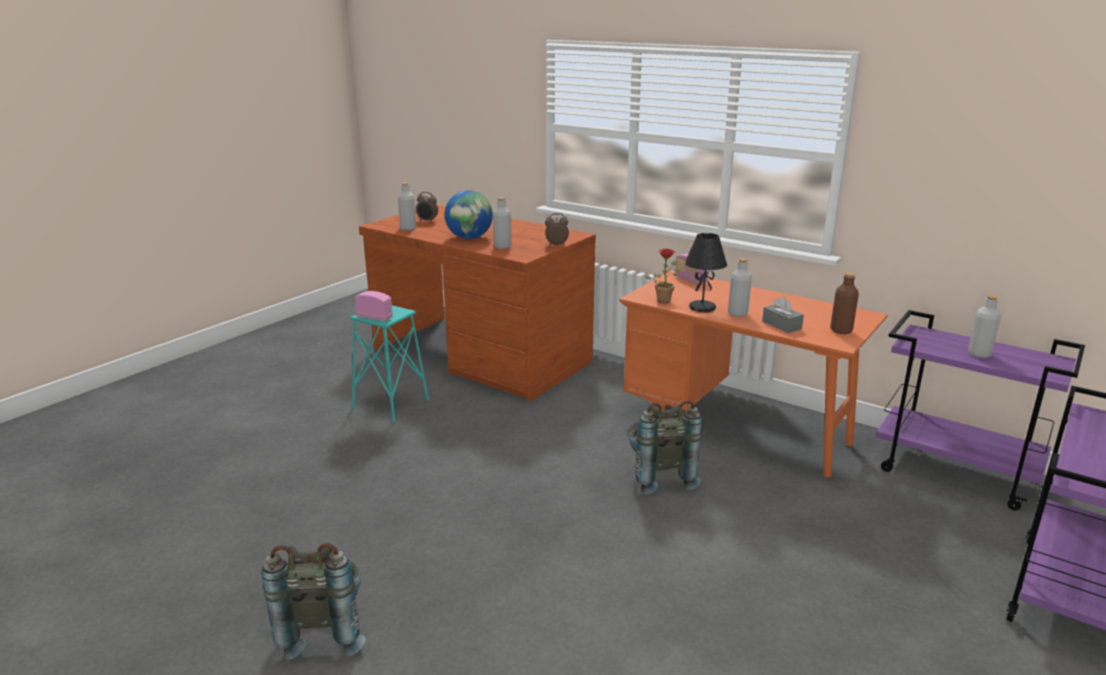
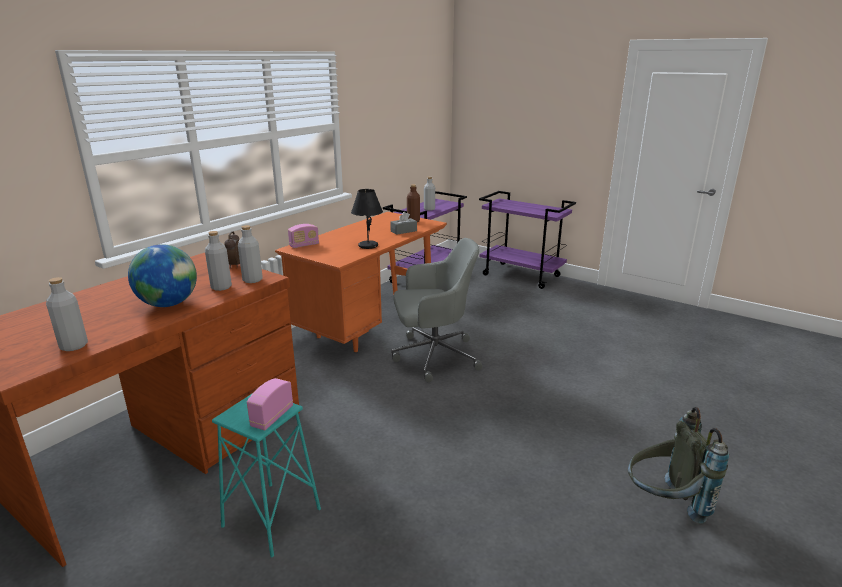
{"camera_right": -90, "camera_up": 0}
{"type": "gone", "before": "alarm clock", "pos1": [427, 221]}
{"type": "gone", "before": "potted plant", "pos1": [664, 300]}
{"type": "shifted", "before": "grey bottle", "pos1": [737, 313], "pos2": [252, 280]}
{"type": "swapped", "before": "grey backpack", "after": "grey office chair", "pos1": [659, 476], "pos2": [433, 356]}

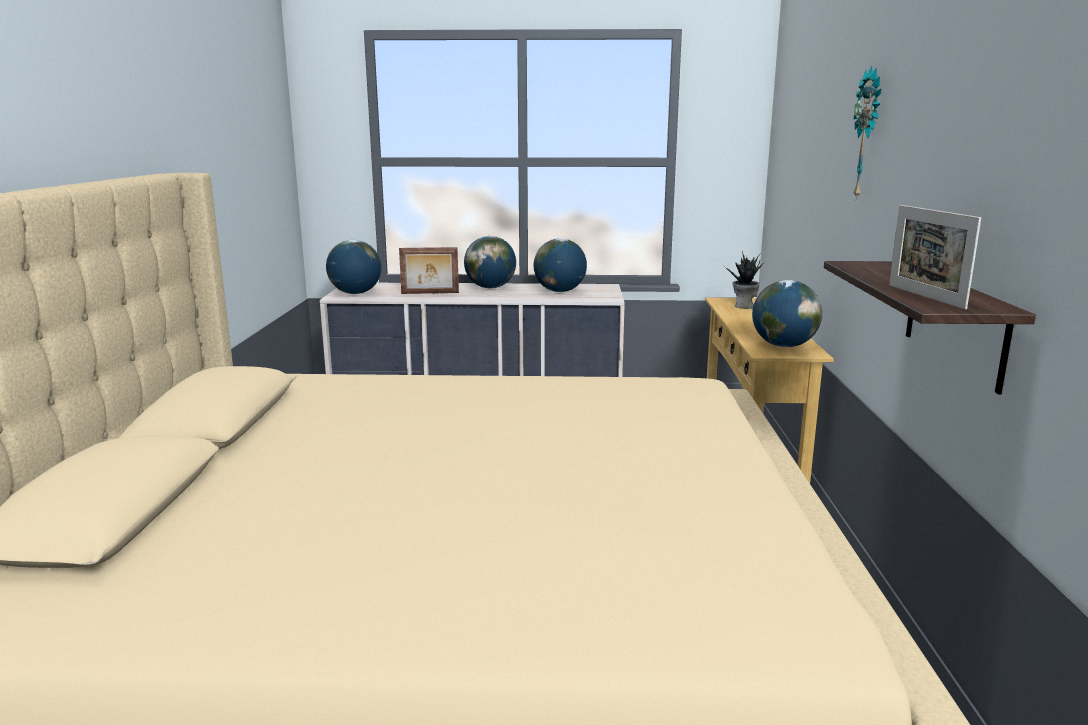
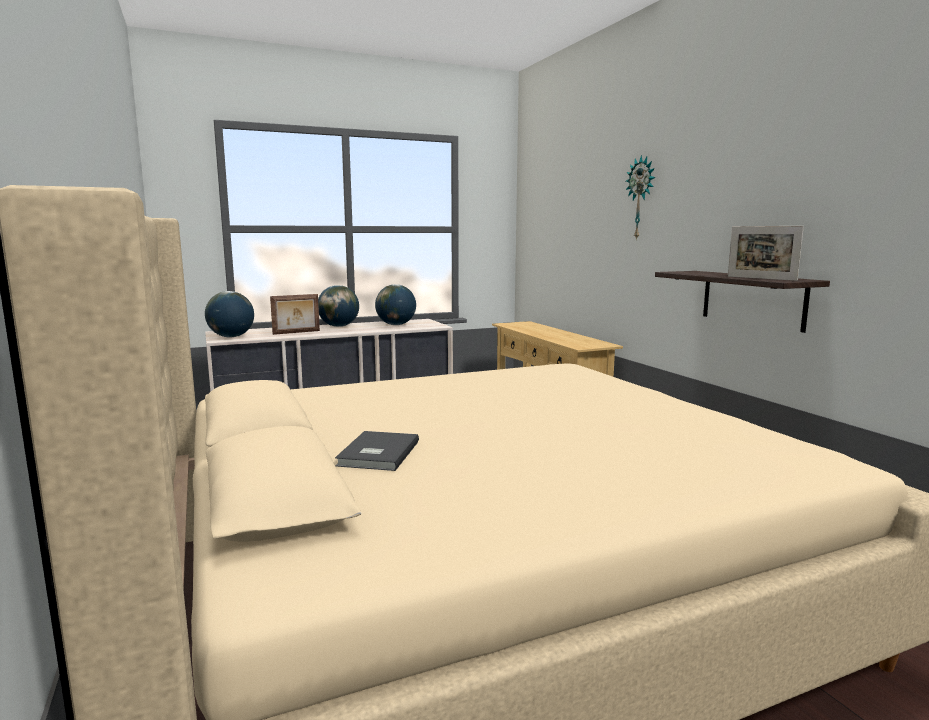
{"camera_right": -25, "camera_up": -5}
{"type": "gone", "before": "potted plant", "pos1": [744, 306]}
{"type": "gone", "before": "globe", "pos1": [783, 346]}
{"type": "new", "after": "grey book", "pos2": [376, 454]}

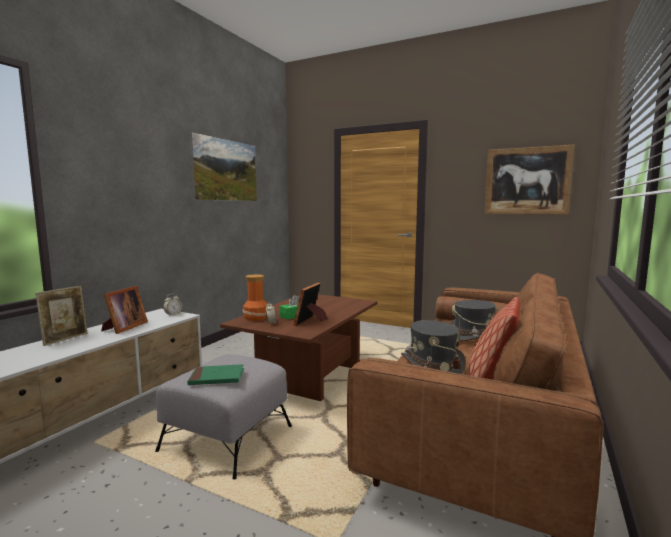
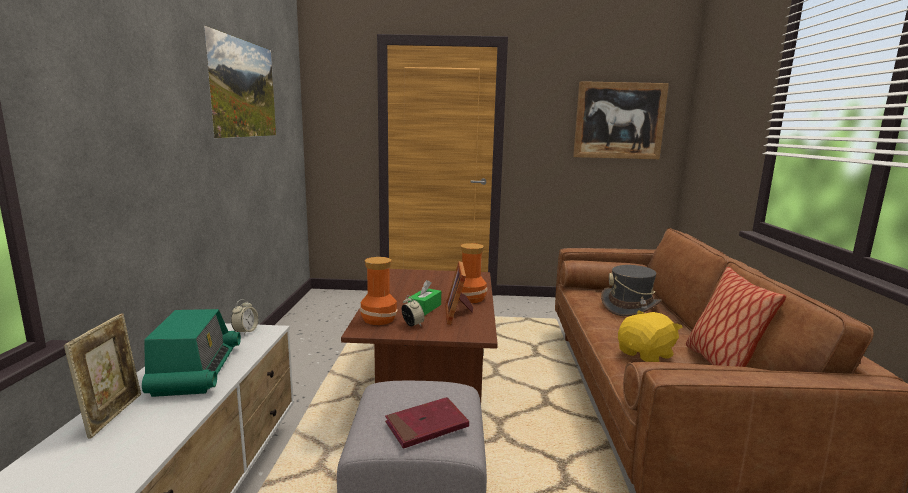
{"camera_right": -25, "camera_up": 5}
{"type": "new", "after": "vase", "pos2": [471, 298]}
{"type": "swapped", "before": "picture frame", "after": "radio", "pos1": [124, 328], "pos2": [196, 371]}
{"type": "swapped", "before": "grey hat", "after": "yellow plush toy", "pos1": [432, 366], "pos2": [646, 355]}
{"type": "repainted", "before": "green book", "after": "red book", "pos1": [217, 377], "pos2": [426, 425]}

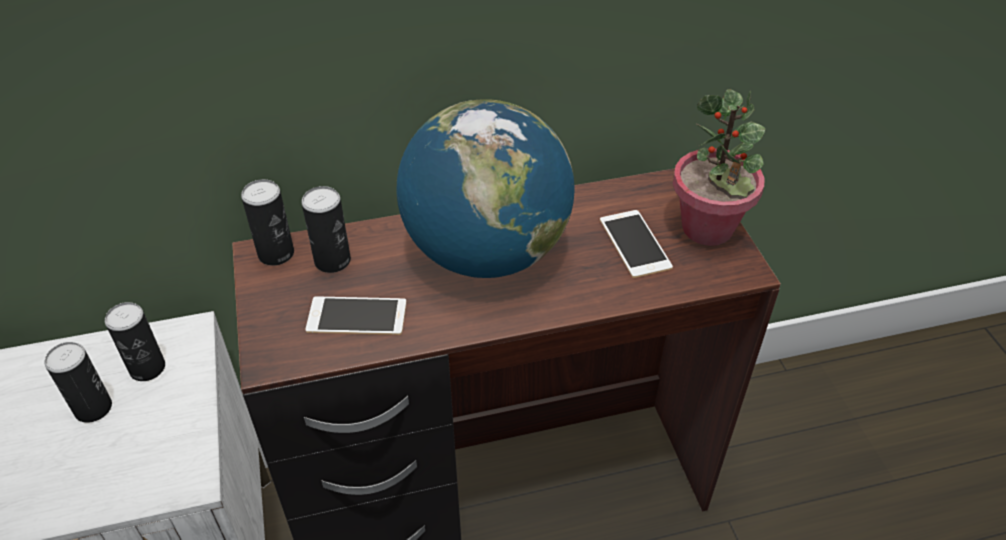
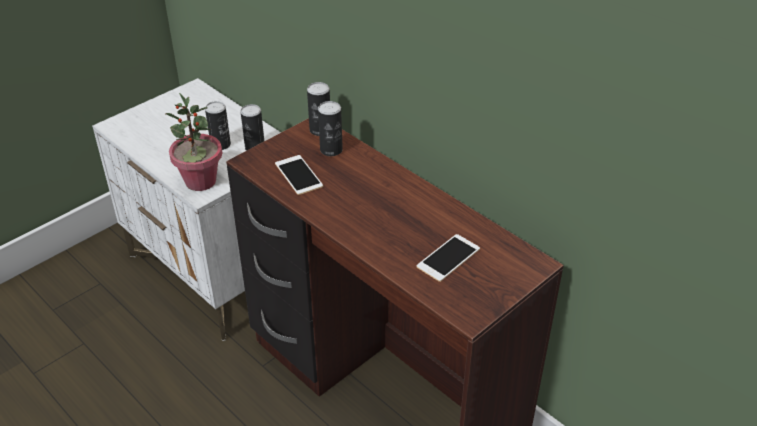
{"camera_right": 60, "camera_up": -5}
{"type": "gone", "before": "globe", "pos1": [486, 253]}
{"type": "shifted", "before": "potted plant", "pos1": [708, 228], "pos2": [200, 181]}

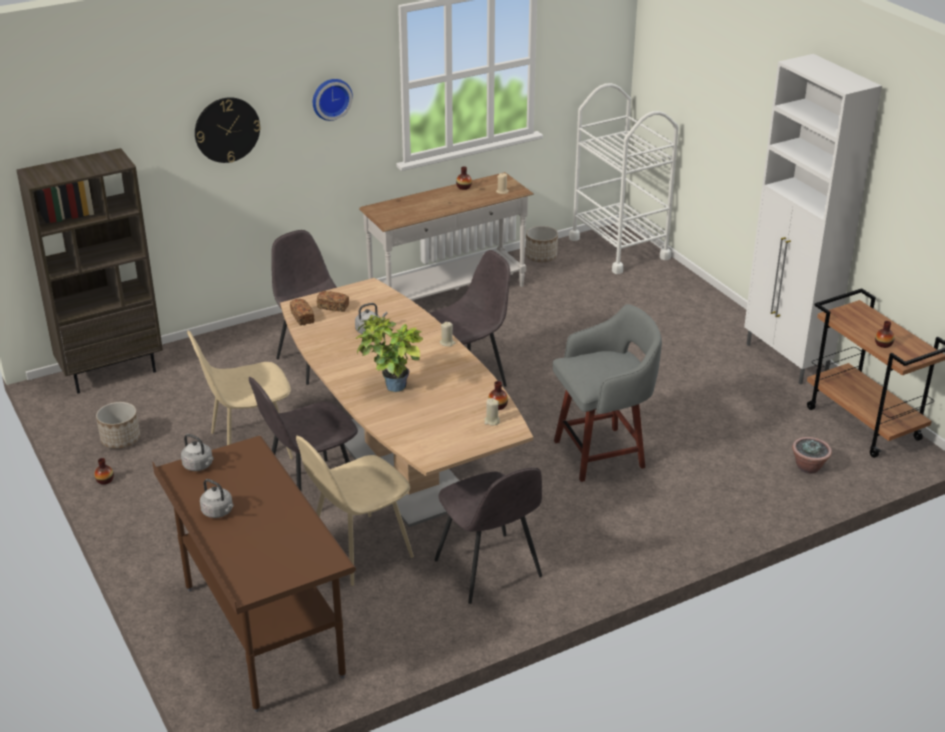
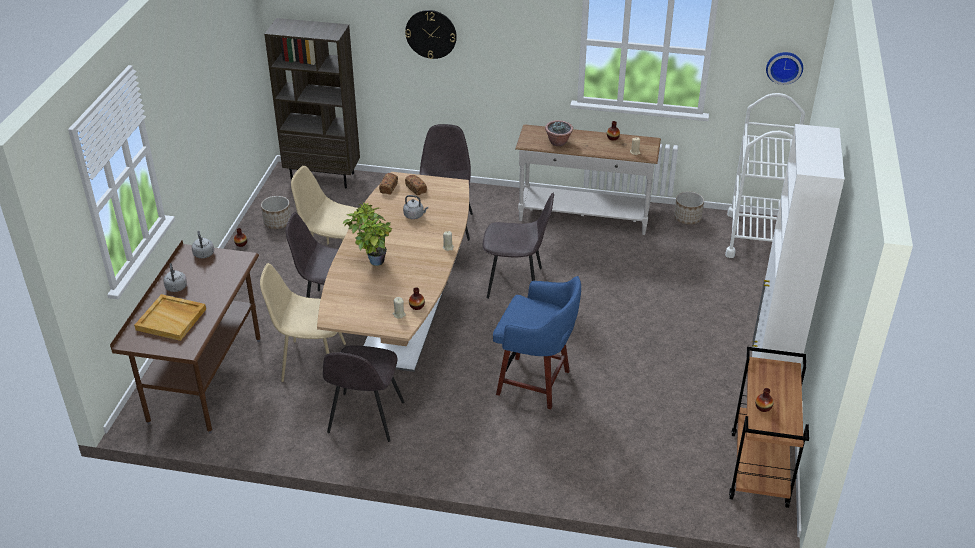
{"camera_right": 40, "camera_up": 5}
{"type": "new", "after": "beige tray", "pos2": [172, 319]}
{"type": "shifted", "before": "wall clock", "pos1": [331, 98], "pos2": [784, 67]}
{"type": "shifted", "before": "potted plant", "pos1": [808, 467], "pos2": [558, 142]}
{"type": "repainted", "before": "grey stool", "after": "blue stool", "pos1": [602, 453], "pos2": [536, 383]}

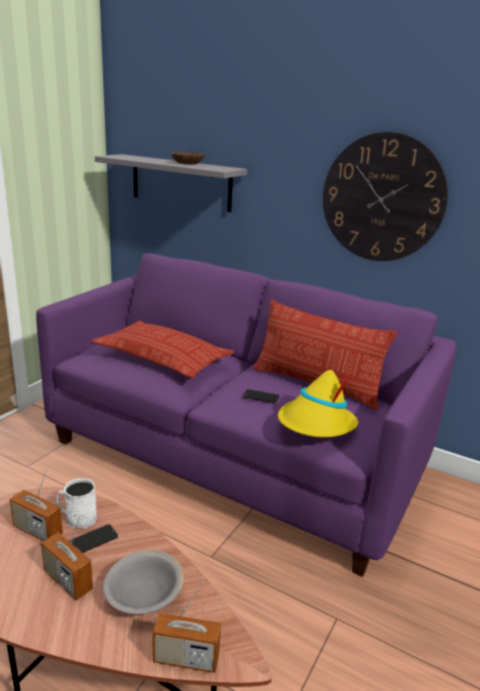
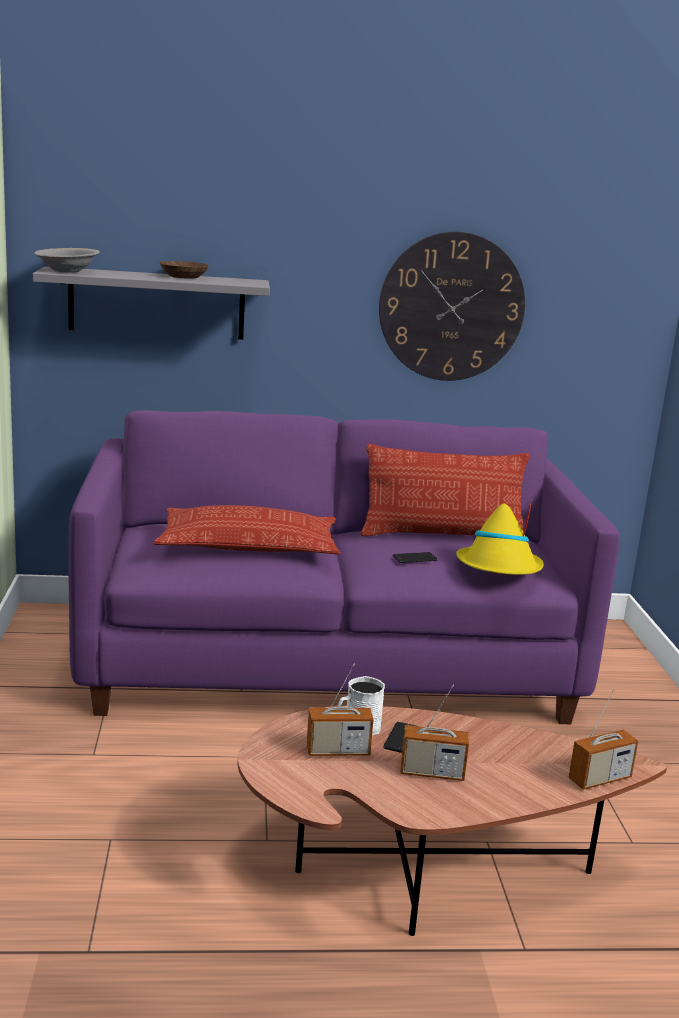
{"camera_right": -35, "camera_up": -5}
{"type": "shifted", "before": "grey bowl", "pos1": [144, 597], "pos2": [67, 271]}

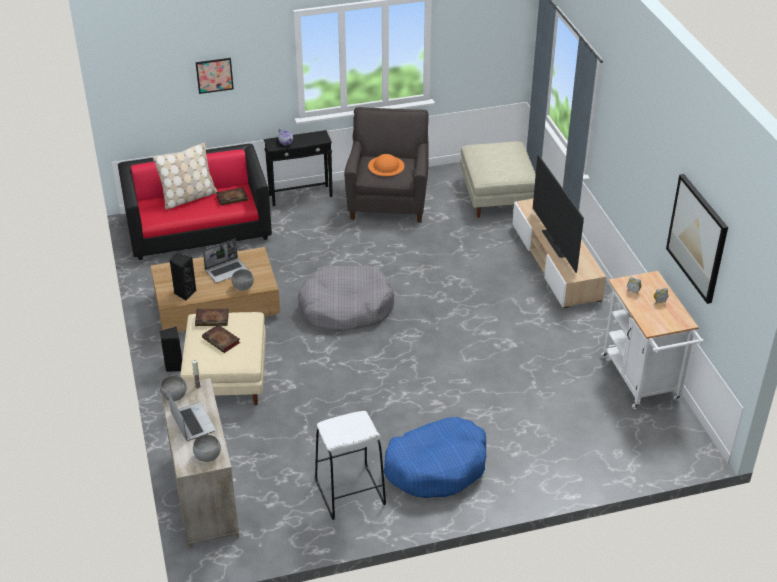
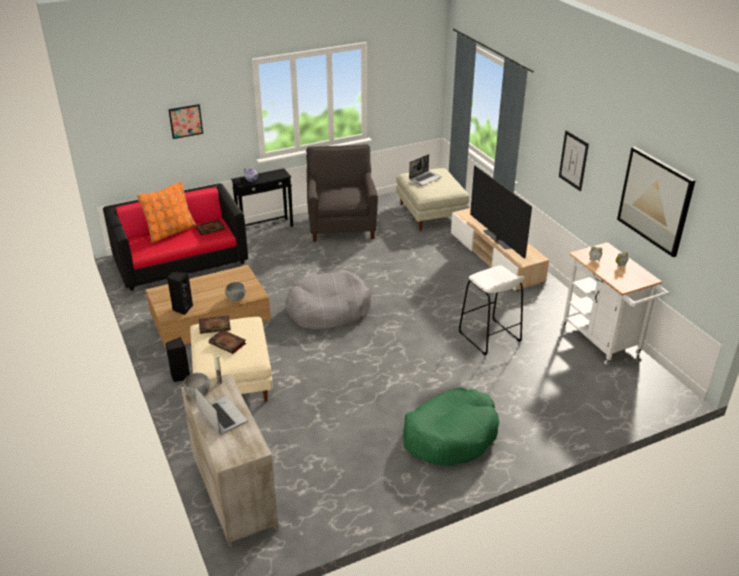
{"camera_right": -10, "camera_up": -5}
{"type": "gone", "before": "grey bowl", "pos1": [207, 456]}
{"type": "gone", "before": "orange hat", "pos1": [386, 166]}
{"type": "new", "after": "picture", "pos2": [573, 160]}
{"type": "shifted", "before": "laptop", "pos1": [227, 270], "pos2": [425, 178]}
{"type": "shifted", "before": "white stool", "pos1": [350, 493], "pos2": [489, 337]}
{"type": "repainted", "before": "beige pillow", "after": "orange pillow", "pos1": [188, 198], "pos2": [170, 232]}
{"type": "repainted", "before": "blue dog bed", "after": "green dog bed", "pos1": [437, 466], "pos2": [450, 435]}

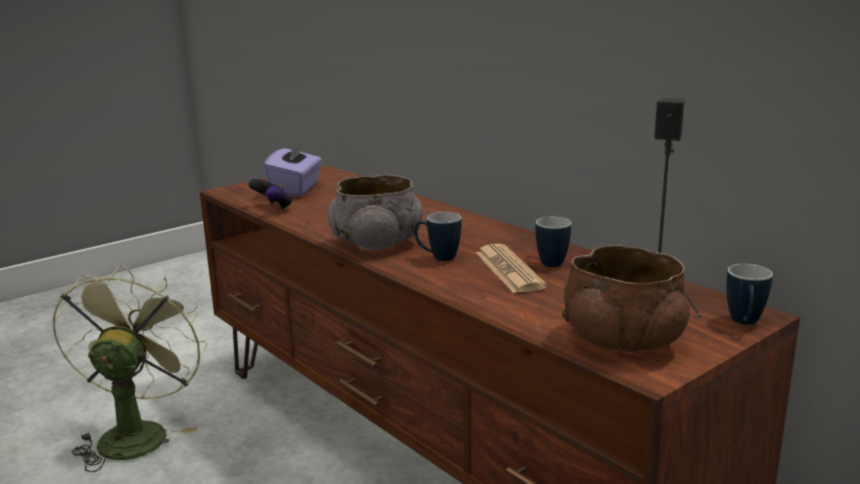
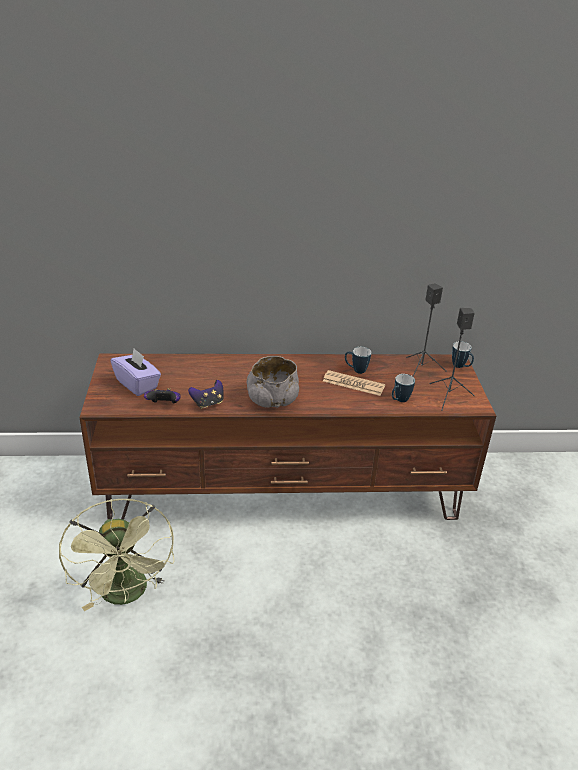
{"camera_right": -55, "camera_up": 15}
{"type": "new", "after": "game controller", "pos2": [208, 403]}
{"type": "shifted", "before": "mug", "pos1": [438, 257], "pos2": [399, 400]}
{"type": "swapped", "before": "brown bowl", "after": "black speaker", "pos1": [623, 340], "pos2": [448, 396]}
{"type": "rotated", "before": "green fan", "pos1": [136, 433], "pos2": [127, 595], "turn": -150}

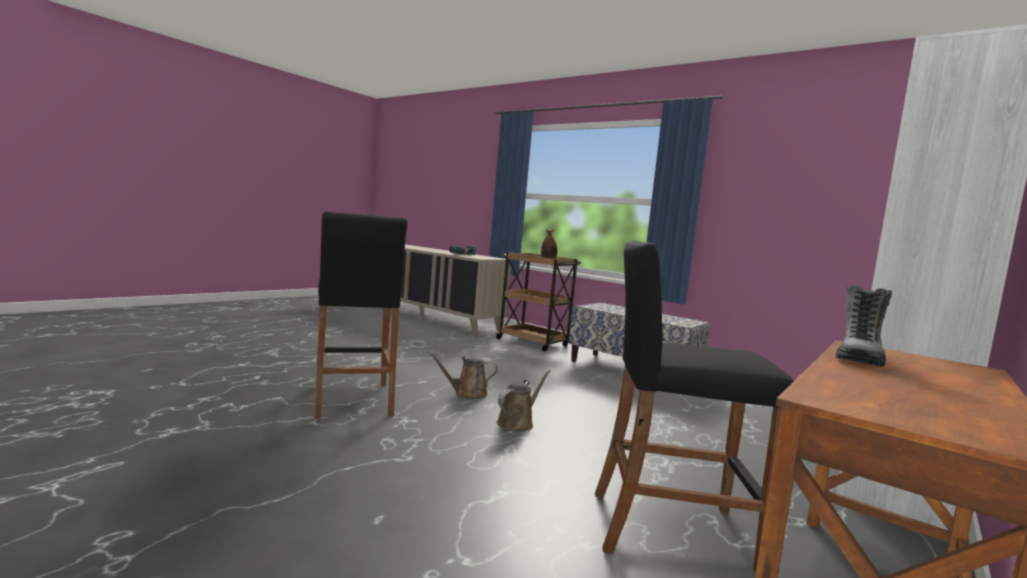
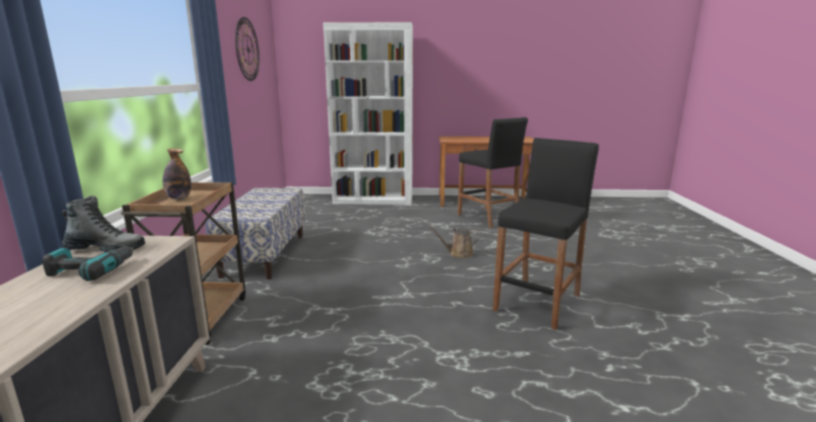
{"camera_right": -125, "camera_up": 10}
{"type": "gone", "before": "brown watering can", "pos1": [467, 394]}
{"type": "new", "after": "wall clock", "pos2": [247, 49]}
{"type": "shifted", "before": "boot", "pos1": [859, 358], "pos2": [106, 249]}

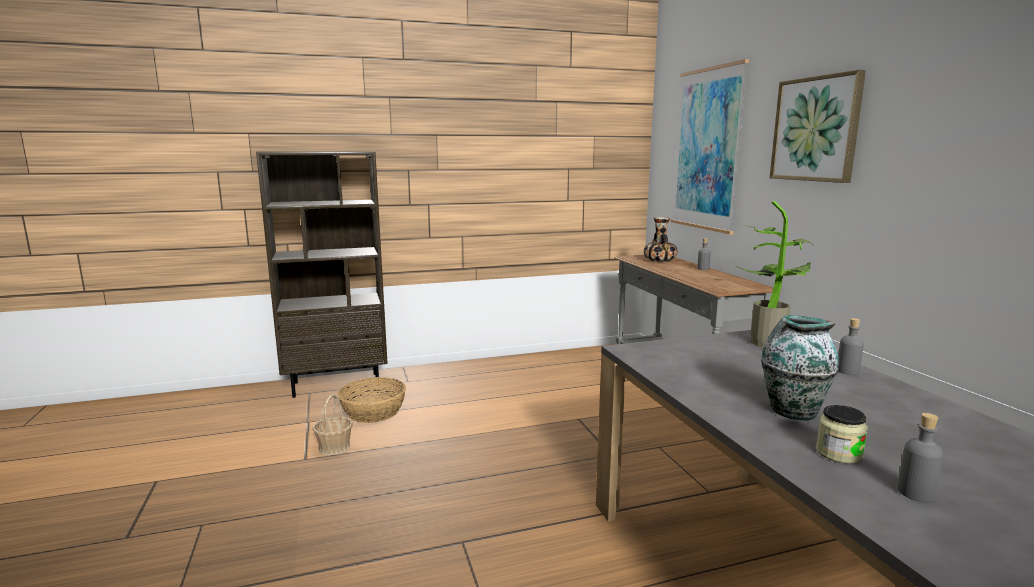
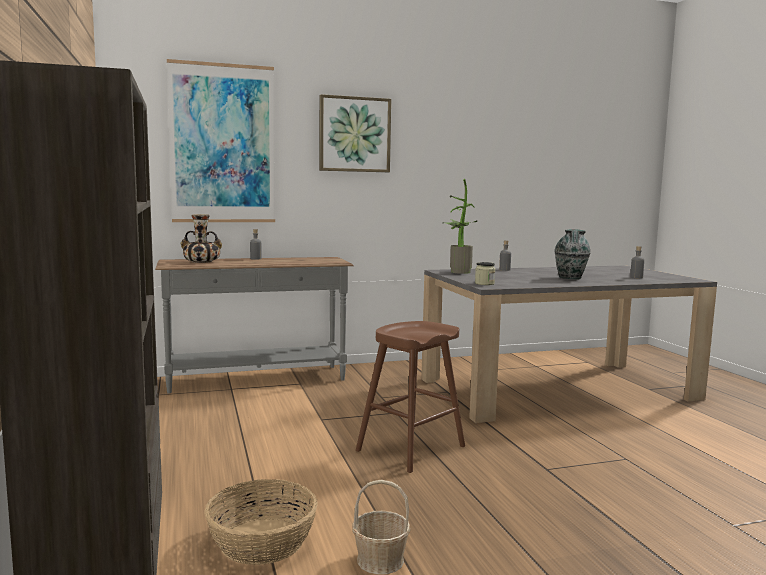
{"camera_right": -90, "camera_up": -5}
{"type": "new", "after": "brown stool", "pos2": [410, 448]}
{"type": "shifted", "before": "jar", "pos1": [838, 453], "pos2": [484, 283]}

